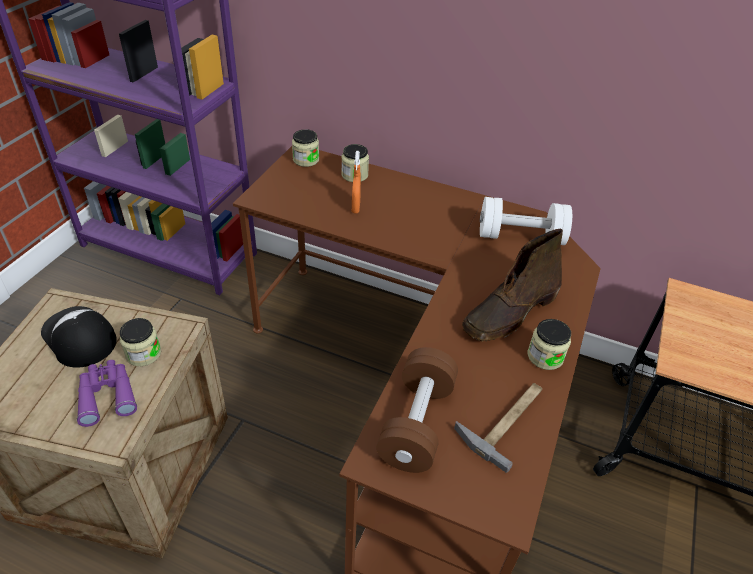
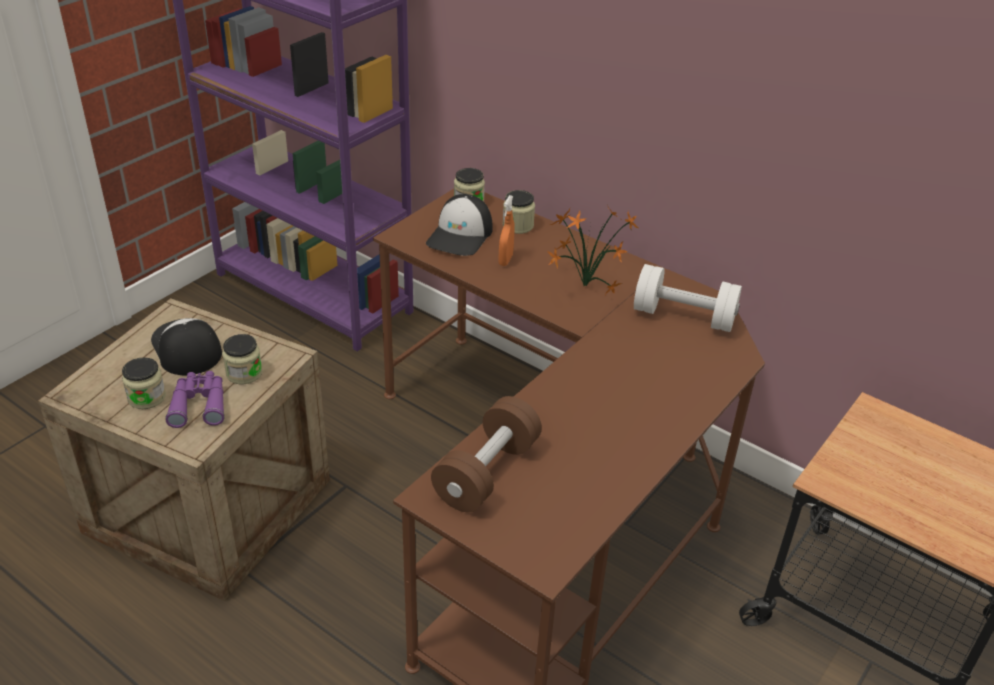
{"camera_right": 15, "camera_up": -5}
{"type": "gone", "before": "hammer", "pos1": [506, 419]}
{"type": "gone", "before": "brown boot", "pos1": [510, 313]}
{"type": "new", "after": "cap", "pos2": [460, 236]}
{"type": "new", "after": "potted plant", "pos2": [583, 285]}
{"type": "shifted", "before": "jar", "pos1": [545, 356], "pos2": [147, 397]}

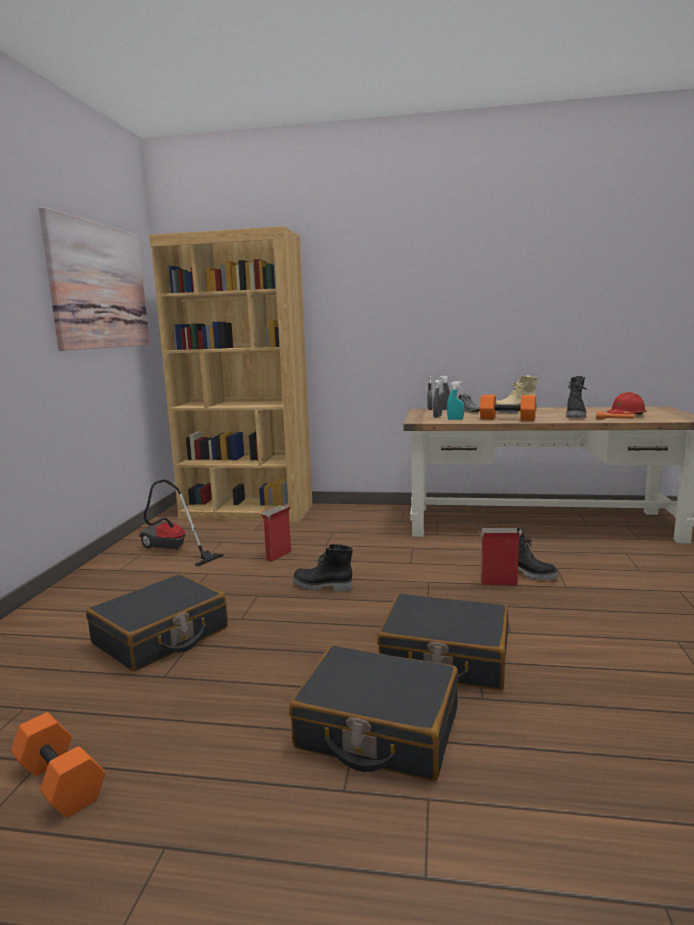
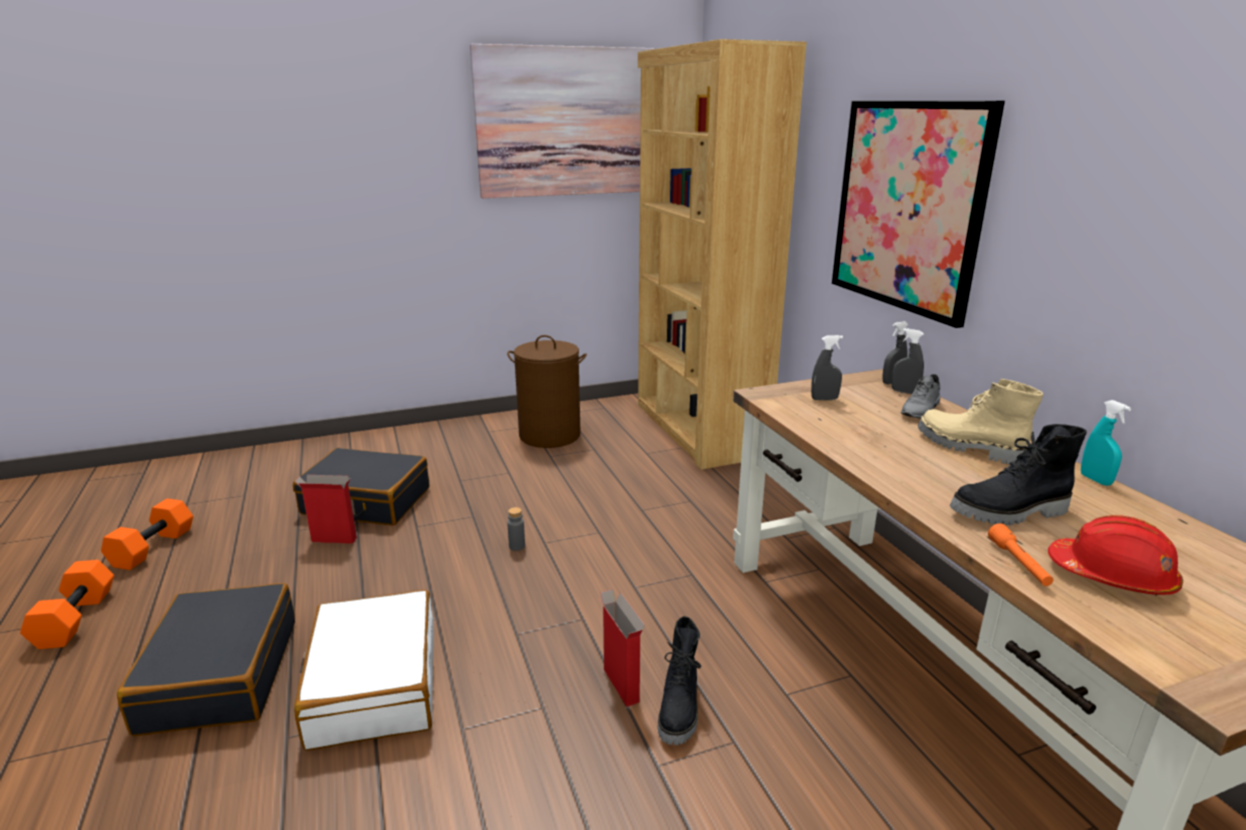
{"camera_right": 60, "camera_up": 10}
{"type": "new", "after": "picture", "pos2": [908, 206]}
{"type": "shifted", "before": "cardboard box", "pos1": [278, 556], "pos2": [333, 540]}
{"type": "shifted", "before": "turquoise spray bottle", "pos1": [455, 419], "pos2": [1095, 480]}
{"type": "shifted", "before": "orange dumbbell", "pos1": [507, 419], "pos2": [74, 618]}
{"type": "swapped", "before": "vacuum cleaner", "after": "brown laundry basket", "pos1": [171, 550], "pos2": [550, 435]}
{"type": "swapped", "before": "black boot", "after": "grey bottle", "pos1": [322, 587], "pos2": [517, 546]}
{"type": "repainted", "before": "black suitcase", "after": "white suitcase", "pos1": [445, 658], "pos2": [373, 685]}

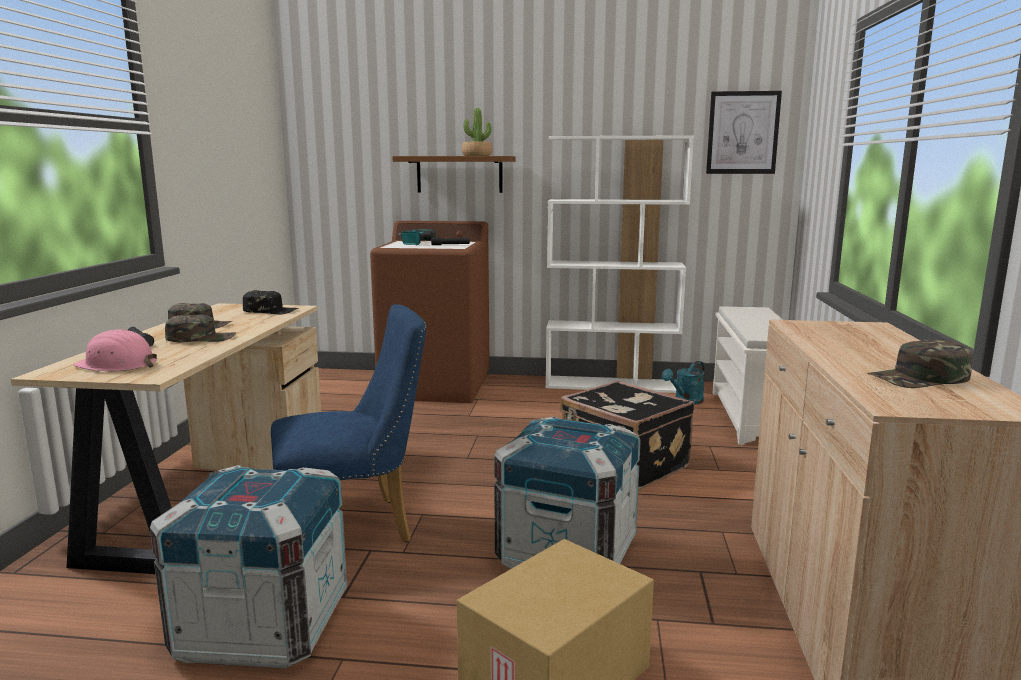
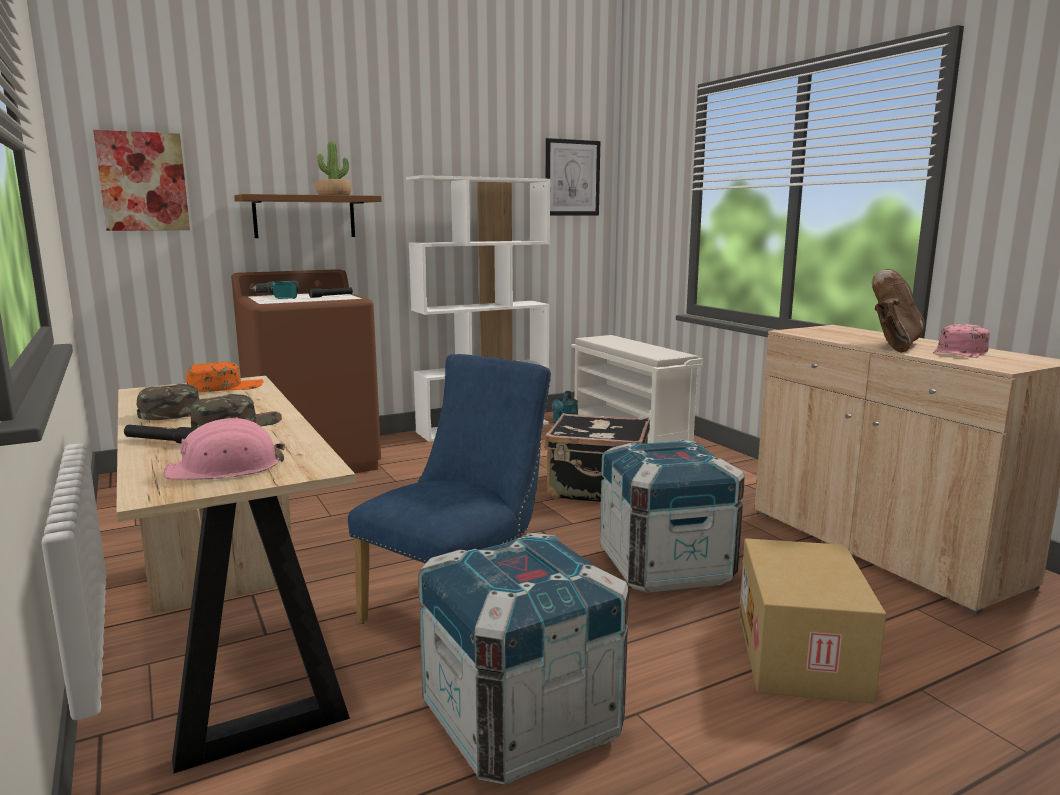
{"camera_right": -35, "camera_up": 0}
{"type": "new", "after": "picture", "pos2": [143, 182]}
{"type": "new", "after": "brown boot", "pos2": [893, 345]}
{"type": "repainted", "before": "black cap", "after": "orange cap", "pos1": [271, 310], "pos2": [226, 387]}
{"type": "repainted", "before": "green cap", "after": "pink cap", "pos1": [919, 378], "pos2": [960, 352]}

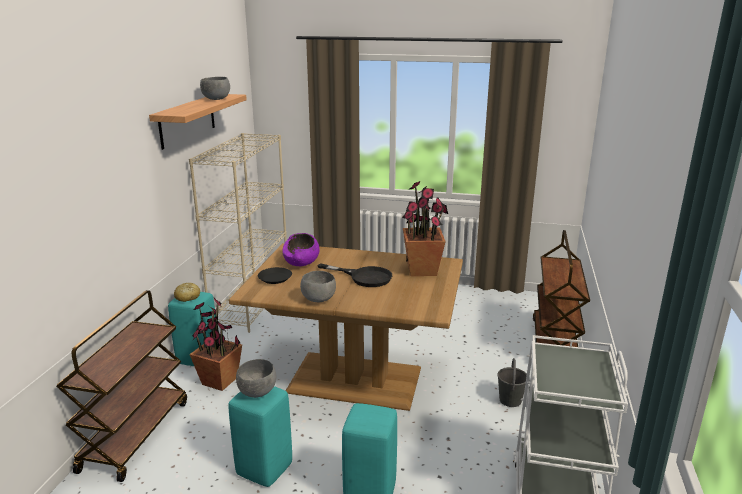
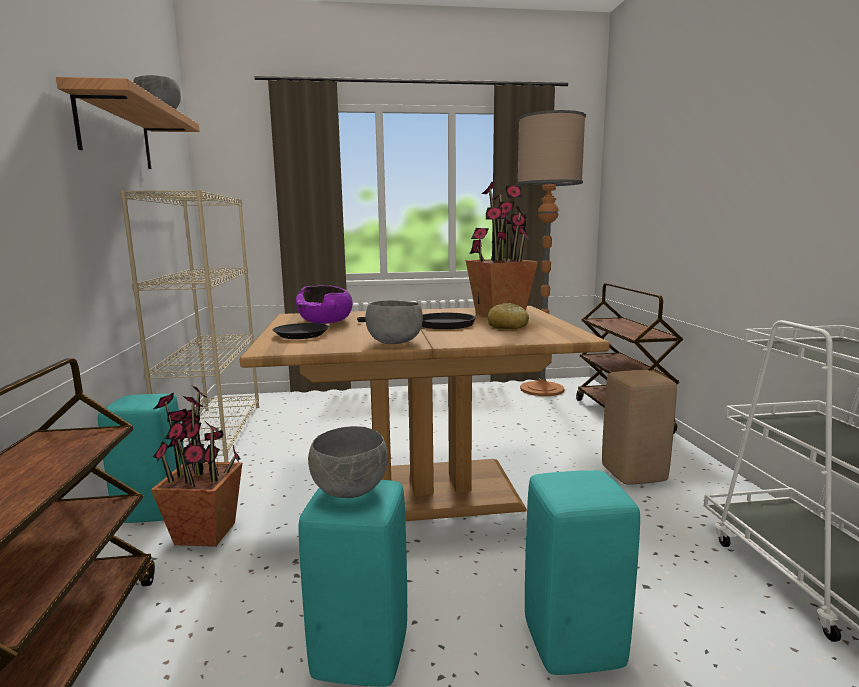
{"camera_right": -20, "camera_up": -10}
{"type": "new", "after": "floor lamp", "pos2": [542, 389]}
{"type": "shifted", "before": "bread", "pos1": [187, 297], "pos2": [507, 326]}
{"type": "swapped", "before": "grey bucket", "after": "beige stool", "pos1": [510, 400], "pos2": [635, 475]}

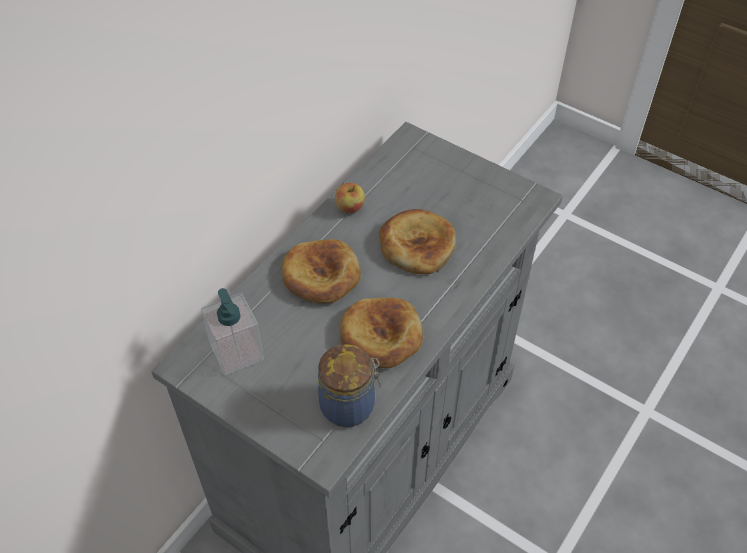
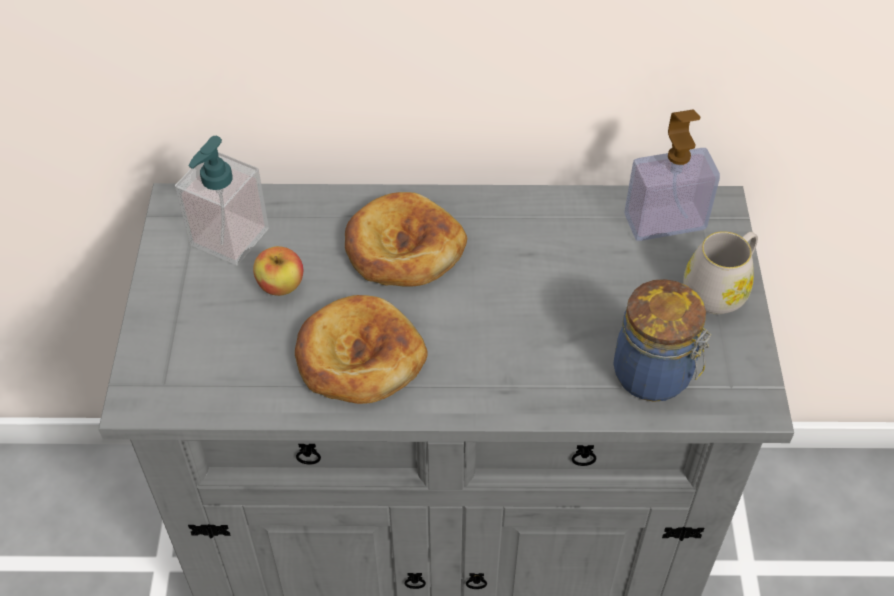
{"camera_right": 55, "camera_up": 0}
{"type": "gone", "before": "bread", "pos1": [417, 245]}
{"type": "new", "after": "soap dispenser", "pos2": [664, 222]}
{"type": "new", "after": "white mug", "pos2": [719, 289]}
{"type": "shifted", "before": "jar", "pos1": [350, 405], "pos2": [655, 375]}
{"type": "shifted", "before": "apple", "pos1": [350, 208], "pos2": [281, 286]}

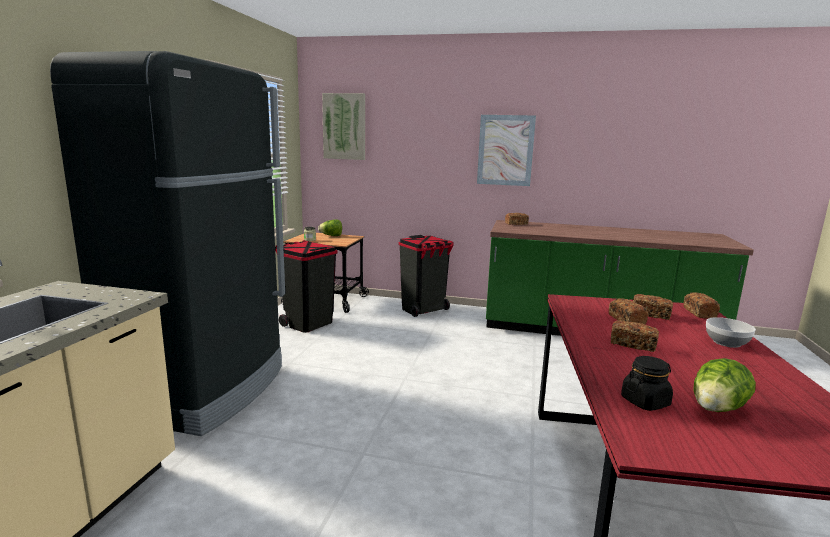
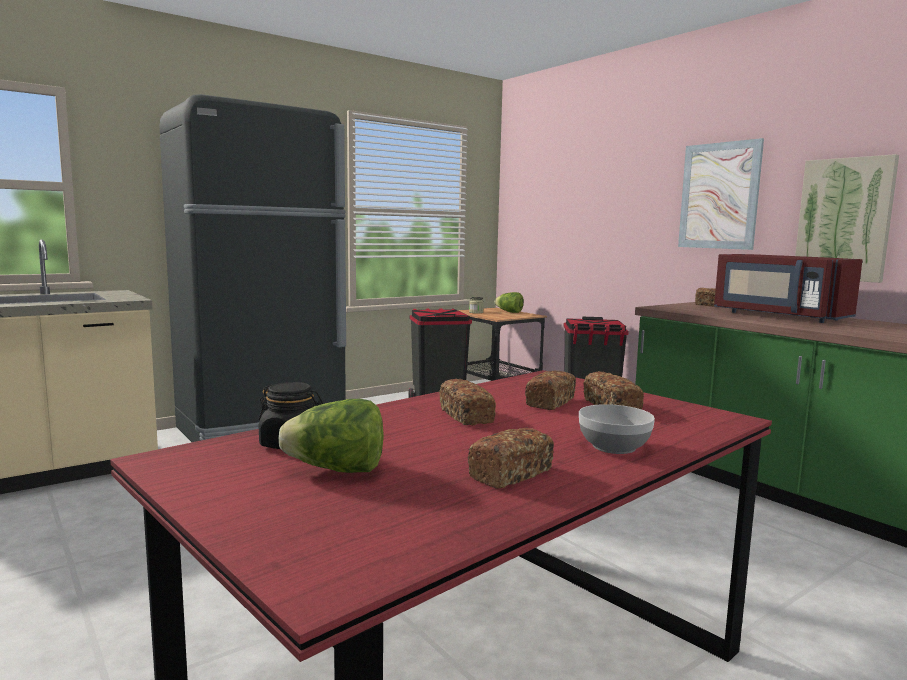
{"camera_right": 40, "camera_up": -5}
{"type": "new", "after": "red microwave", "pos2": [778, 316]}
{"type": "shifted", "before": "picture", "pos1": [344, 126], "pos2": [844, 219]}
{"type": "shifted", "before": "bread", "pos1": [699, 313], "pos2": [510, 474]}

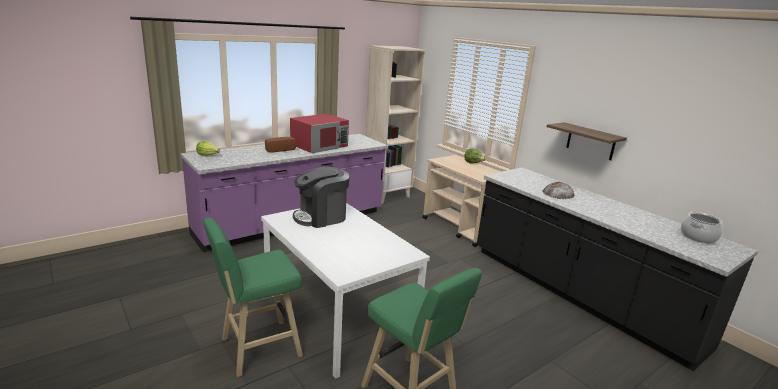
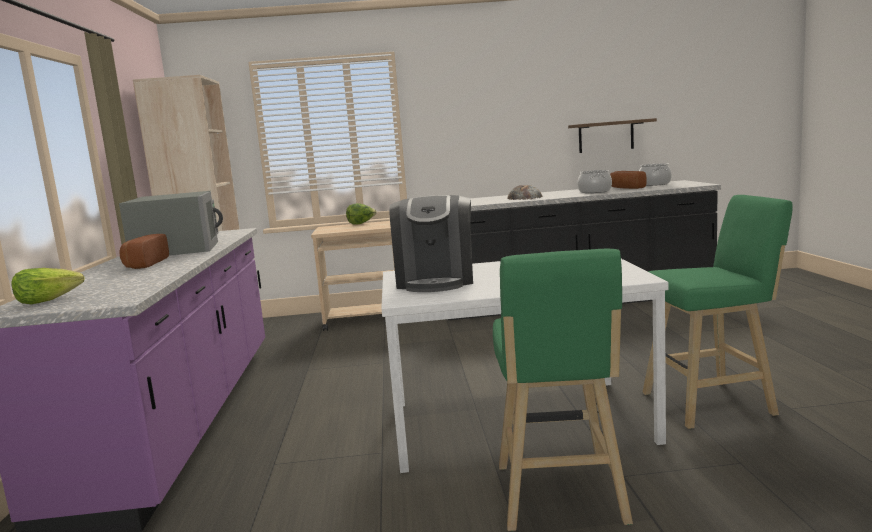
{"camera_right": -55, "camera_up": -10}
{"type": "new", "after": "cooking pot", "pos2": [595, 191]}
{"type": "new", "after": "bread", "pos2": [625, 188]}
{"type": "shifted", "before": "shelf", "pos1": [590, 141], "pos2": [606, 136]}
{"type": "repainted", "before": "red microwave", "after": "grey microwave", "pos1": [320, 145], "pos2": [178, 248]}

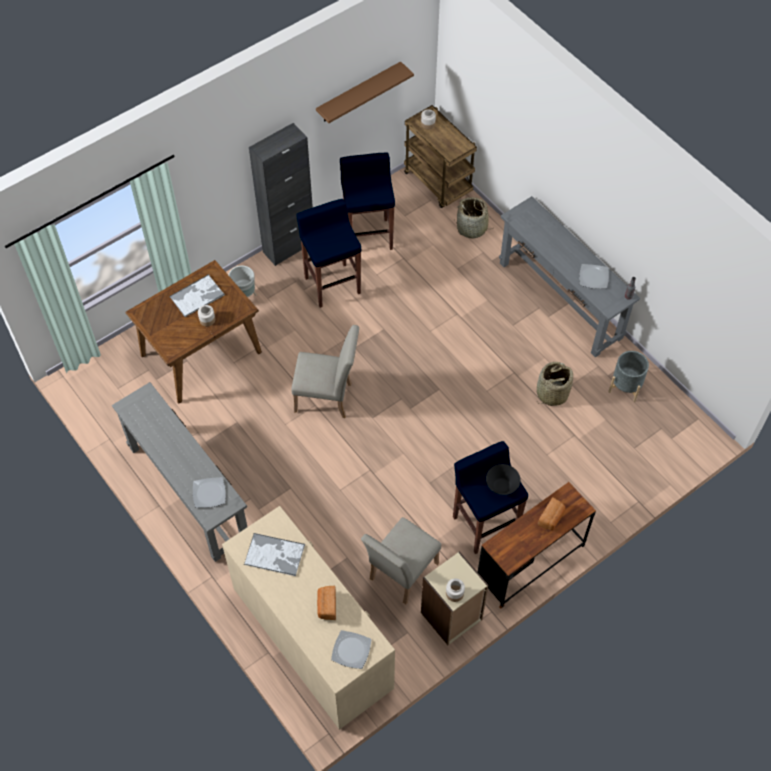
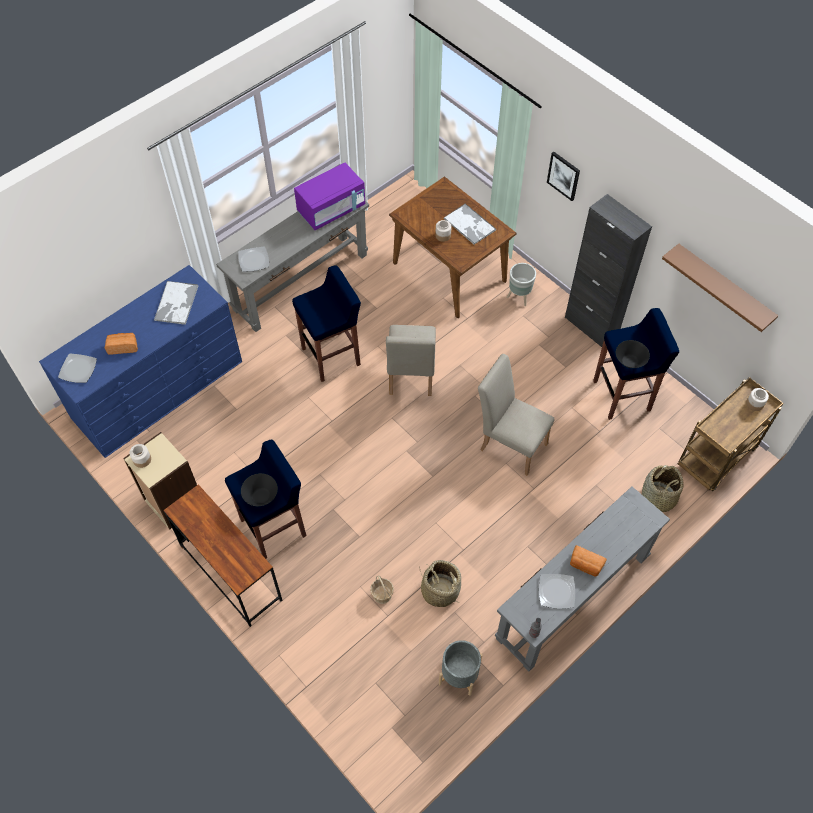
{"camera_right": 85, "camera_up": 0}
{"type": "new", "after": "purple microwave", "pos2": [331, 209]}
{"type": "new", "after": "basket", "pos2": [382, 594]}
{"type": "new", "after": "picture", "pos2": [563, 175]}
{"type": "new", "after": "black bowl", "pos2": [629, 361]}
{"type": "shifted", "before": "blue stool", "pos1": [332, 284], "pos2": [332, 356]}
{"type": "shifted", "before": "beige chair", "pos1": [400, 574], "pos2": [509, 443]}
{"type": "shifted", "before": "bread", "pos1": [551, 518], "pos2": [585, 565]}
{"type": "repainted", "before": "beige dresser", "after": "blue dresser", "pos1": [312, 637], "pos2": [158, 389]}

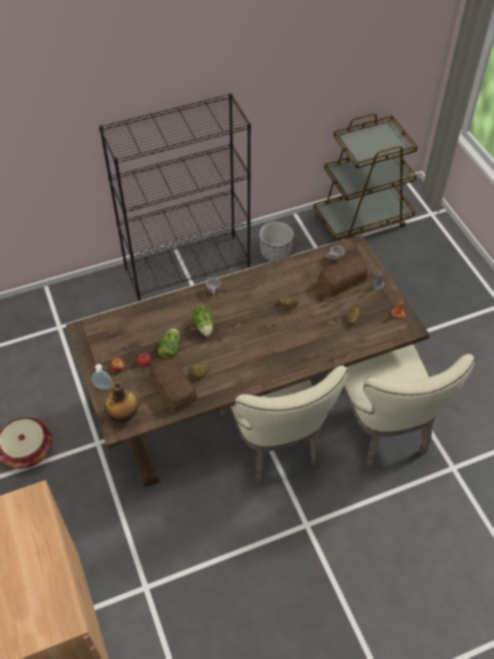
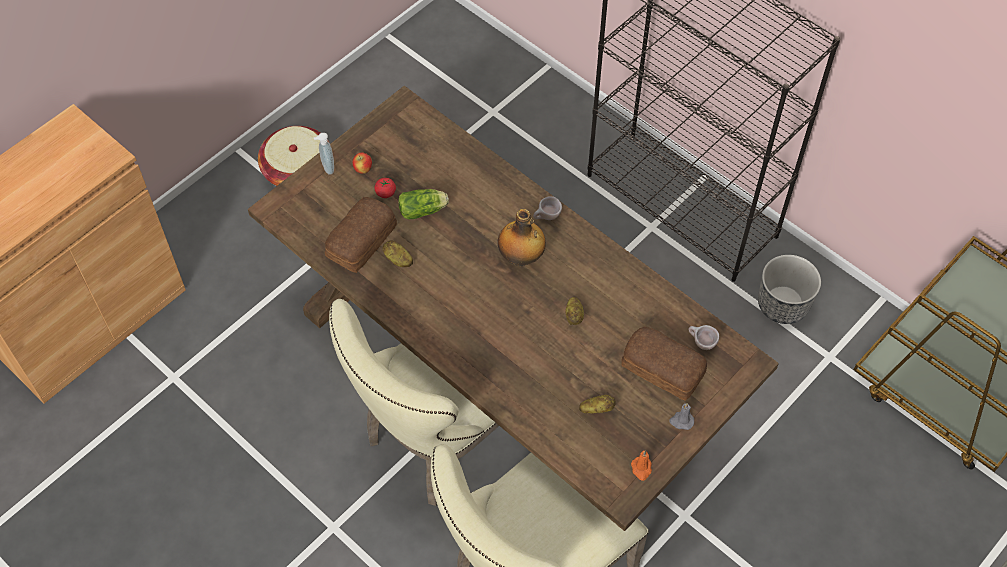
{"camera_right": 65, "camera_up": 5}
{"type": "gone", "before": "lettuce", "pos1": [204, 327]}
{"type": "shifted", "before": "bottle", "pos1": [123, 415], "pos2": [521, 257]}

